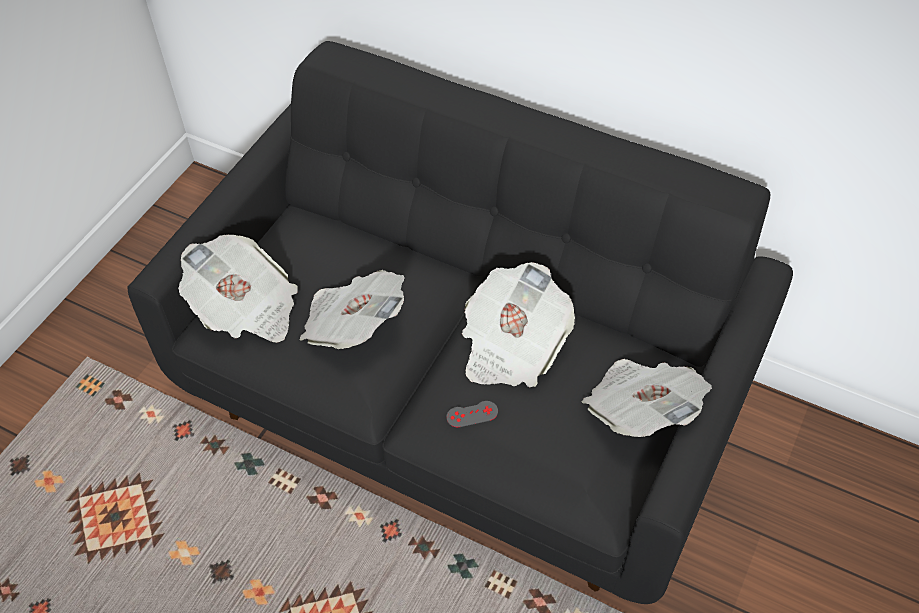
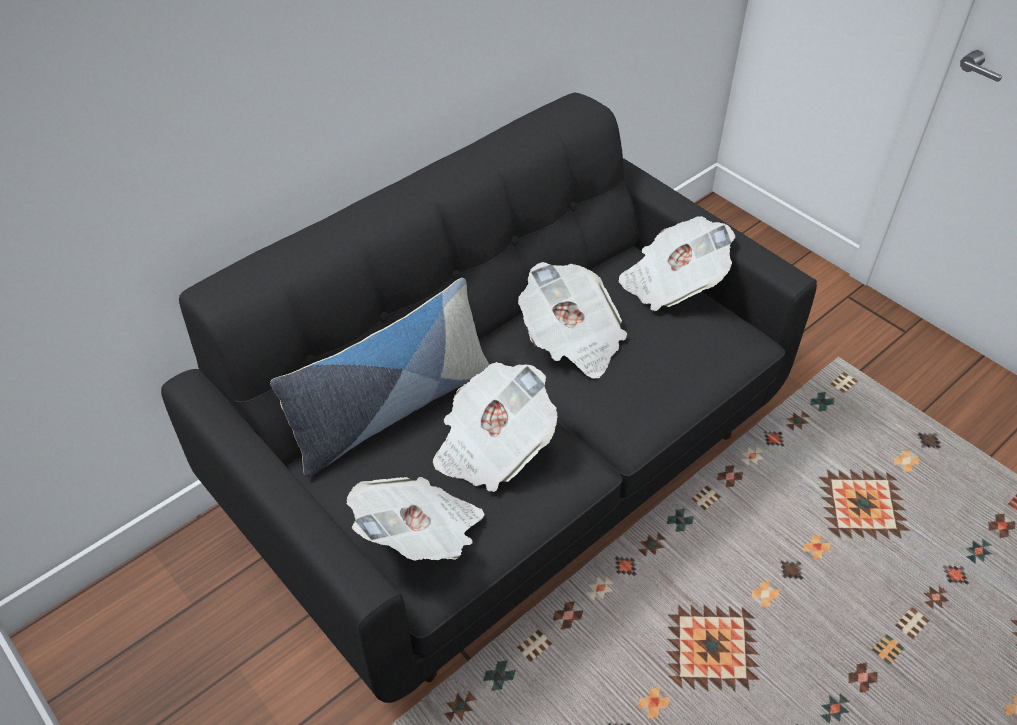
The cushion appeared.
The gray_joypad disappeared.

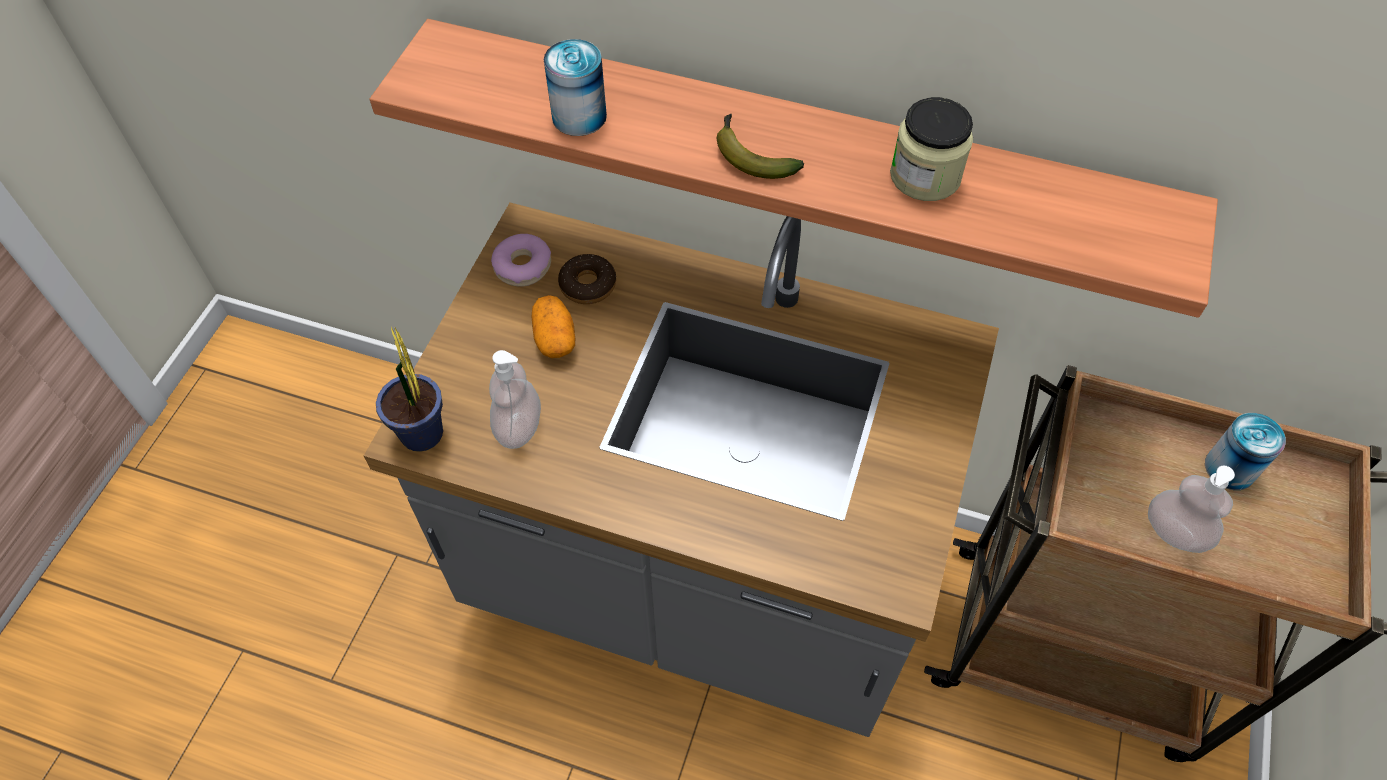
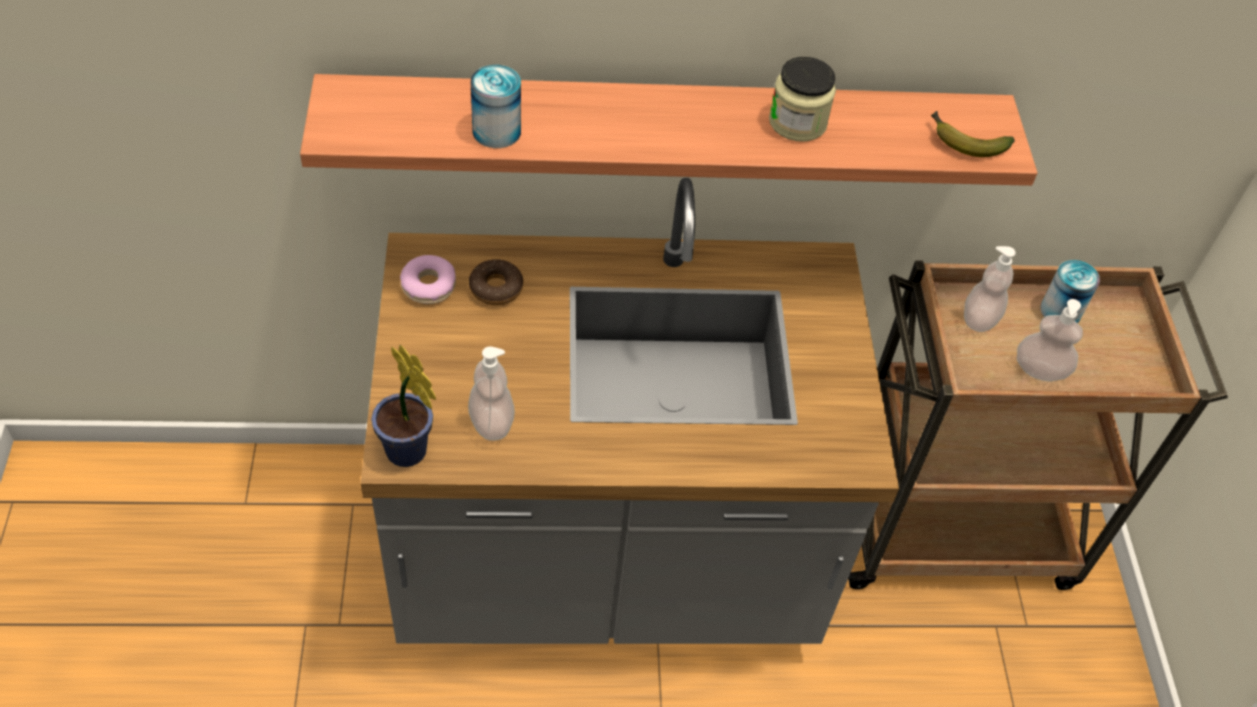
The banana_fruit moved.
The soap_bottle (2nd from left) appeared.
The potato disappeared.

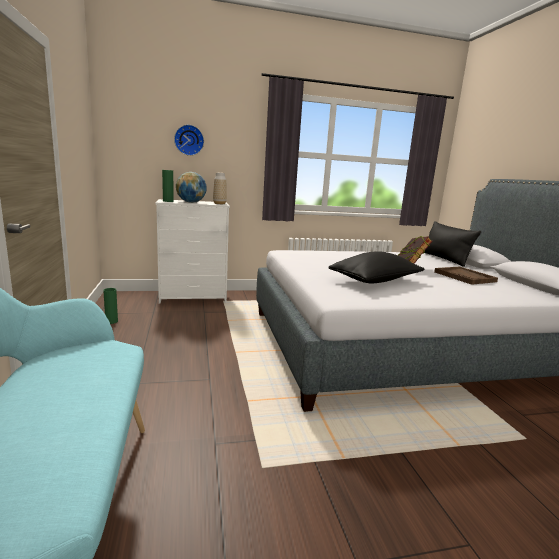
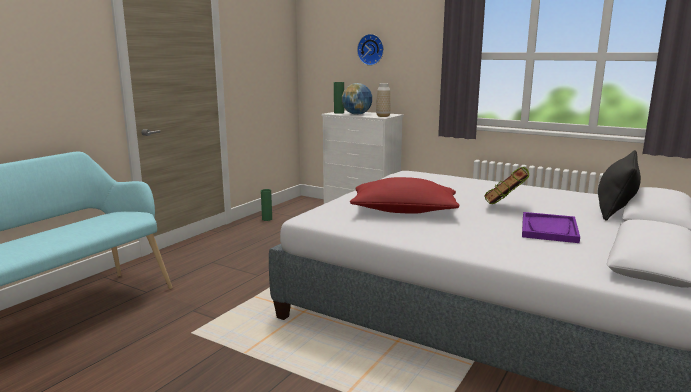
The blackish_cushion (1st from left) became the red-coloured_cushion.
The brown_carrying_tray became the purple_carrying_tray.

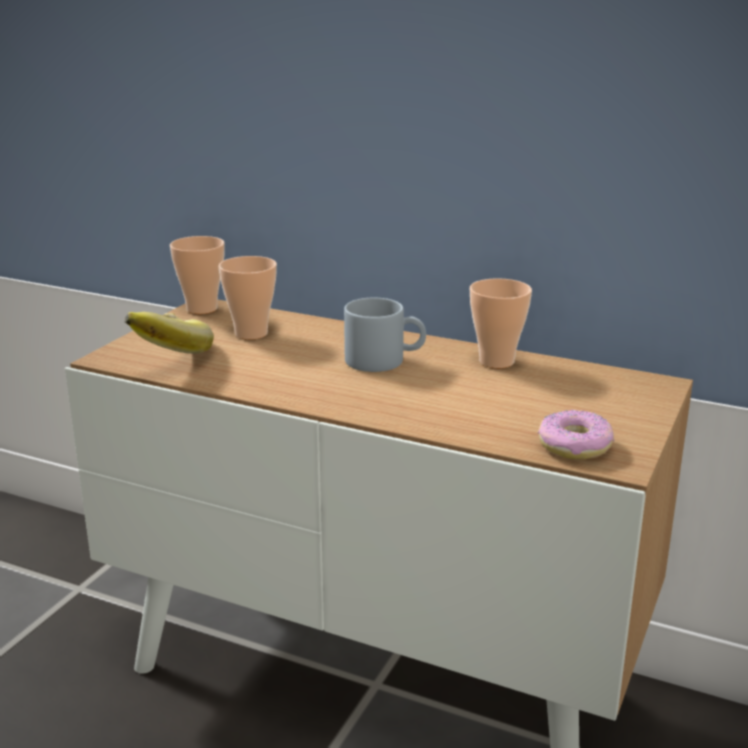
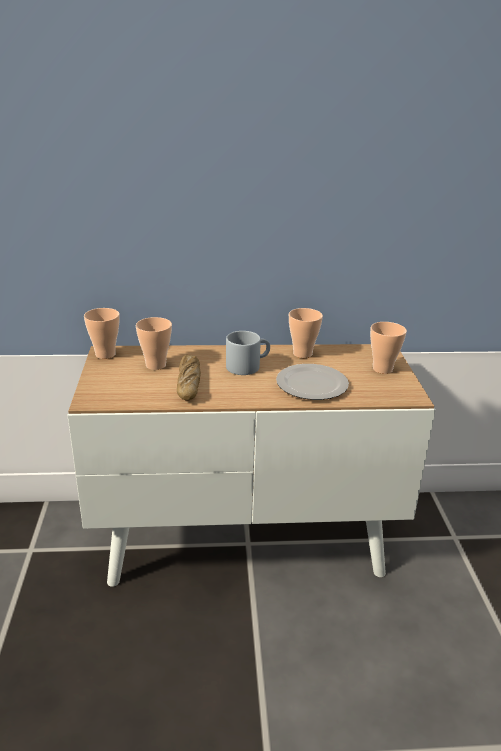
The baked_bread appeared.
The dinner_plate appeared.
The small_cup (4th from left) appeared.
The banana_fruit disappeared.
The donut disappeared.

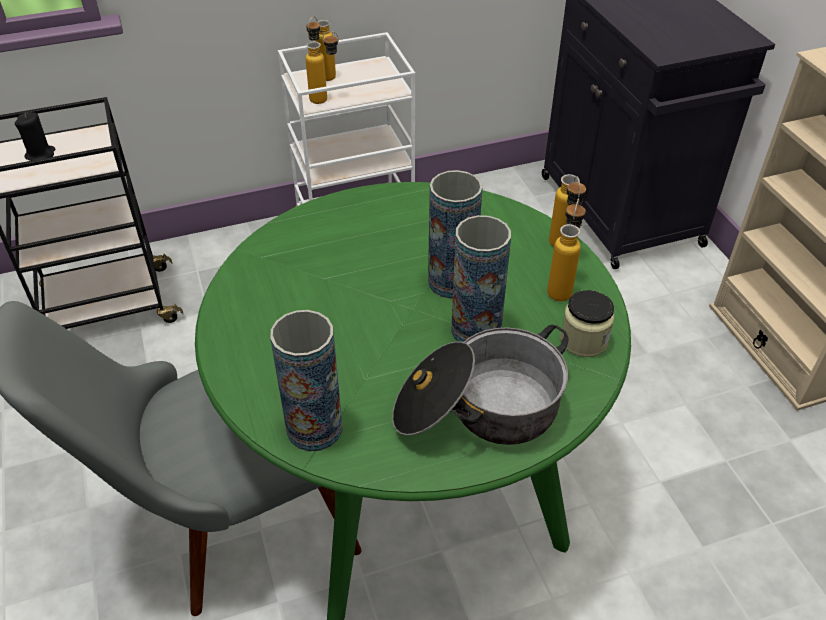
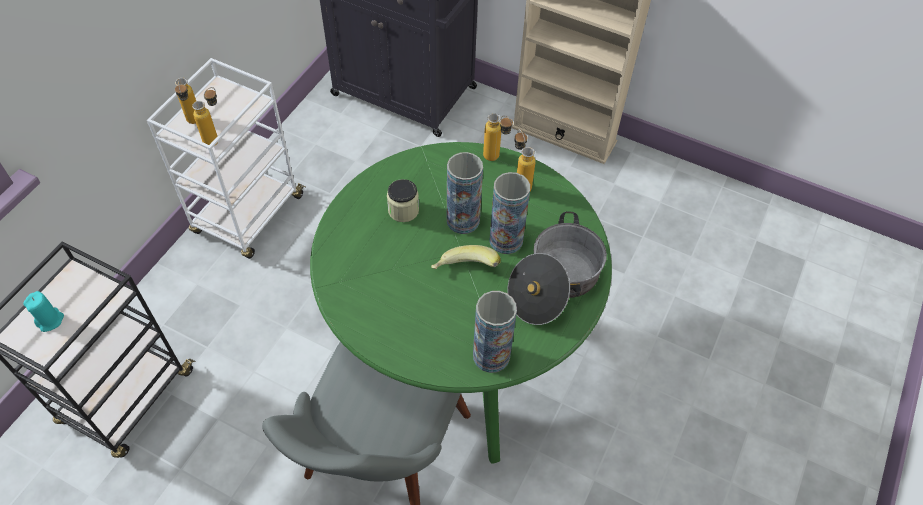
The blackish_wax_candle became the turquoise_wax_candle.
The storage_jar moved.
The banana_fruit appeared.

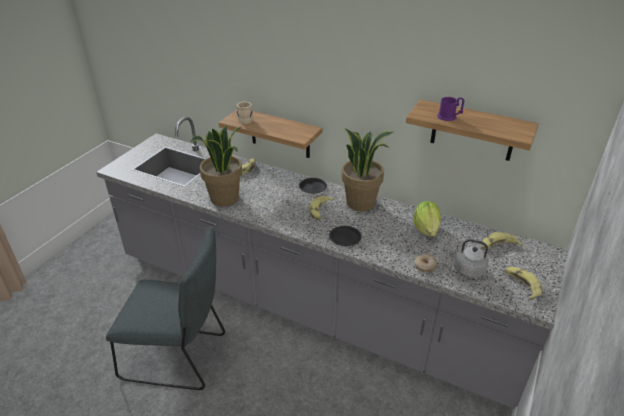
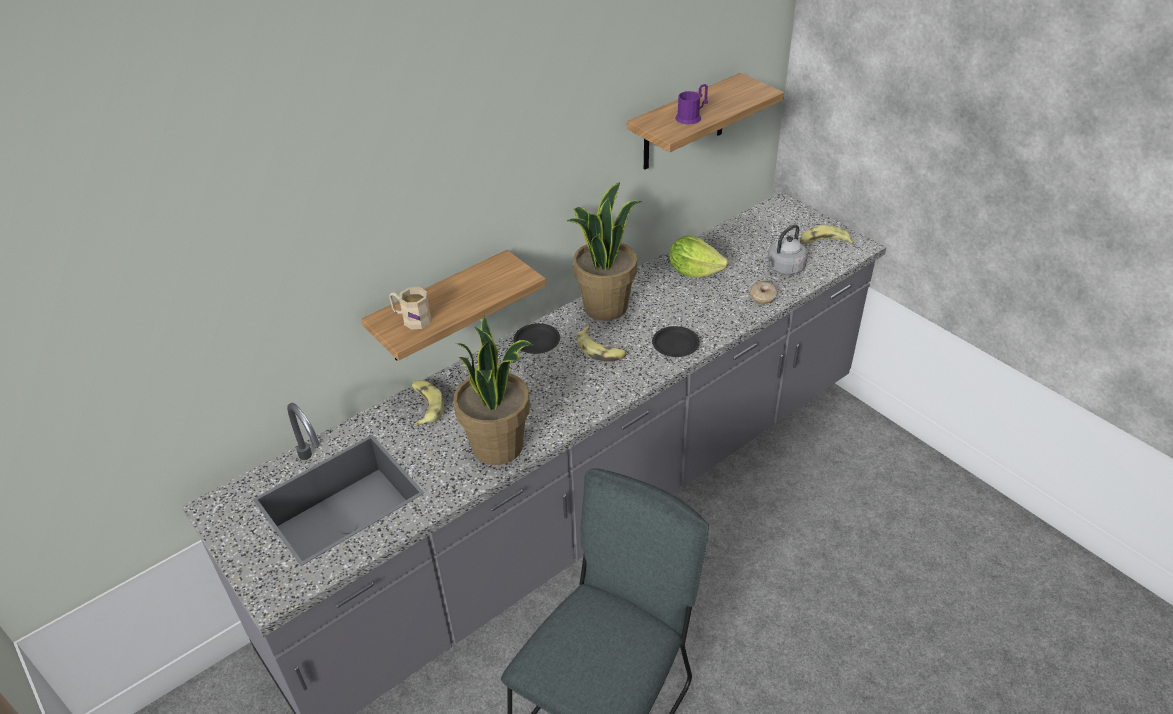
The banana_fruit (3rd from left) disappeared.

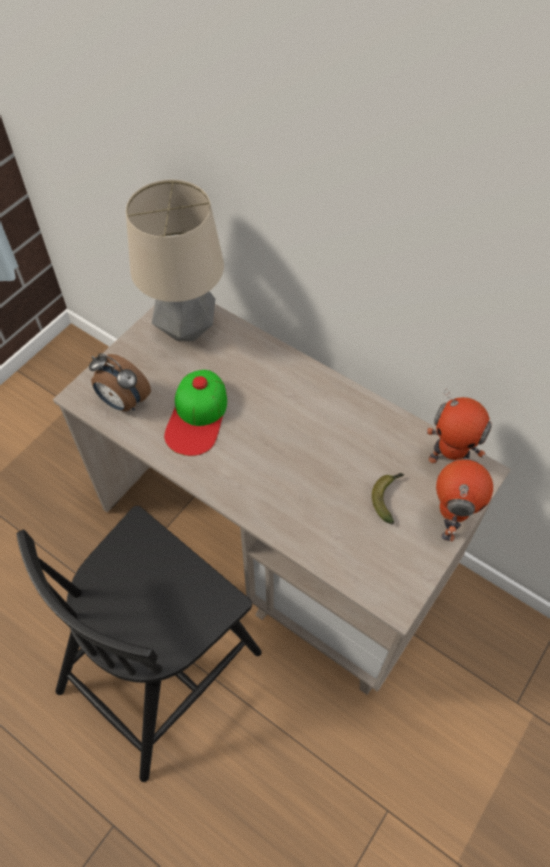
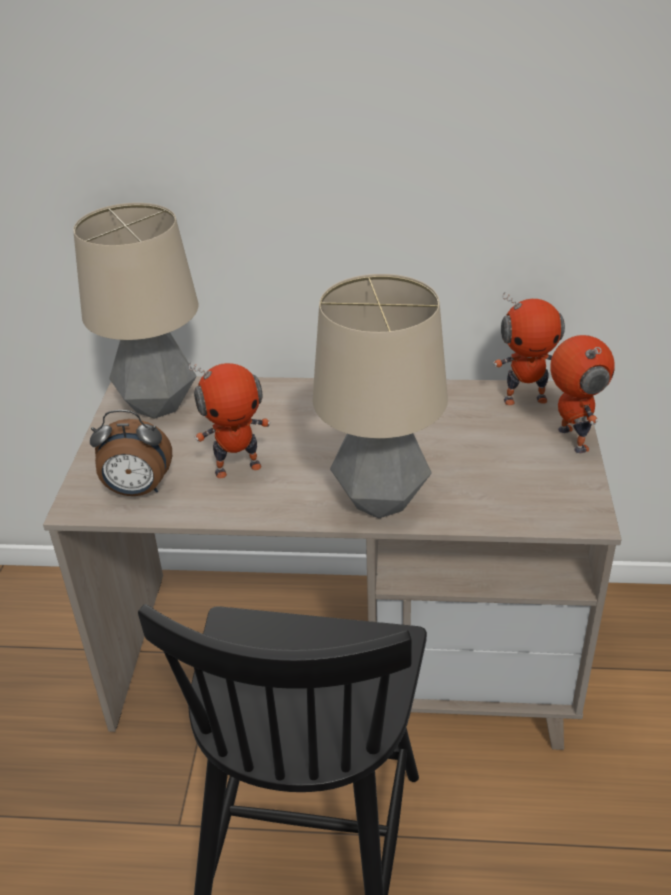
The peaked_cap was replaced by the robot_figure (1st from left).
The table_lamp (2nd from left) appeared.
The banana_fruit disappeared.

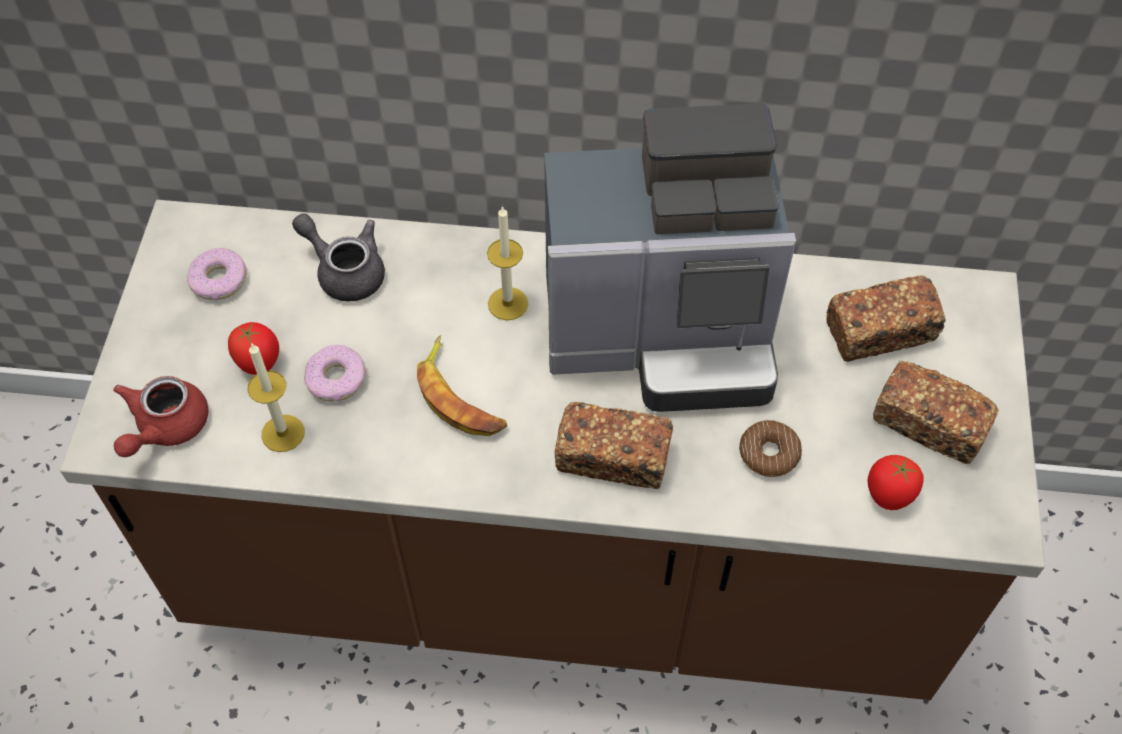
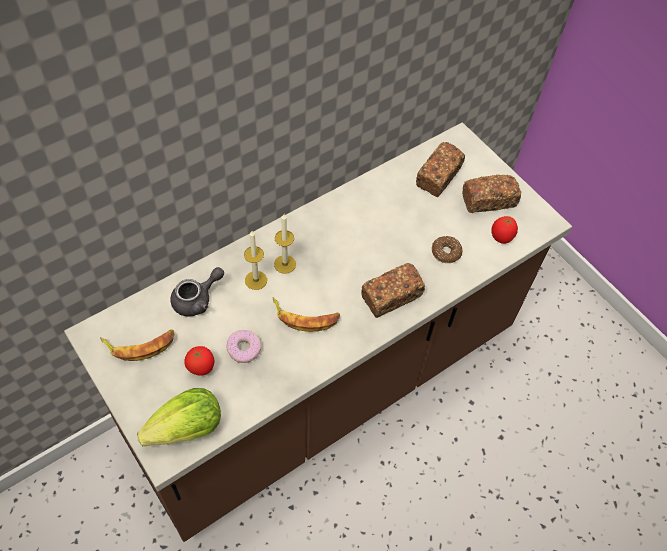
The donut (1st from left) was replaced by the banana_fruit (1st from left).
The red-coloured_pot_for_tea was replaced by the lettuce.
The gray_pot_for_tea turned 150 degrees clockwise.
The wax_candle (1st from left) moved.
The coffee_maker disappeared.

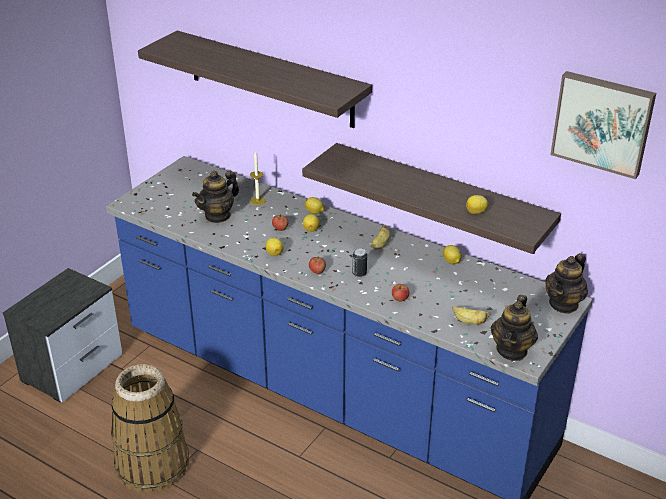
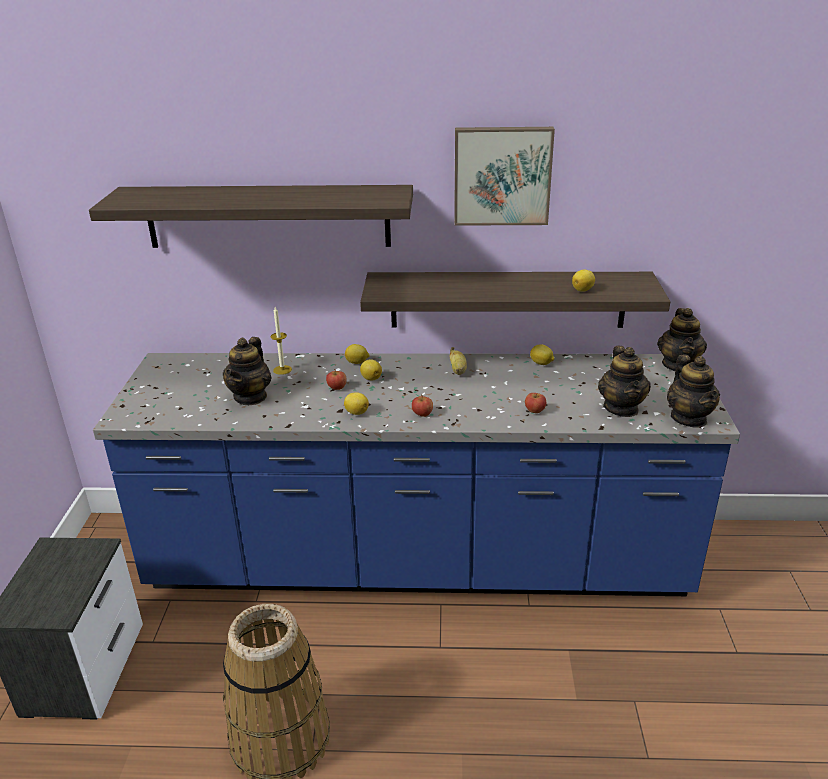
The wall_picture moved.
The banana_fruit (2nd from left) was replaced by the pot_for_tea (2nd from left).
The sealed_can disappeared.

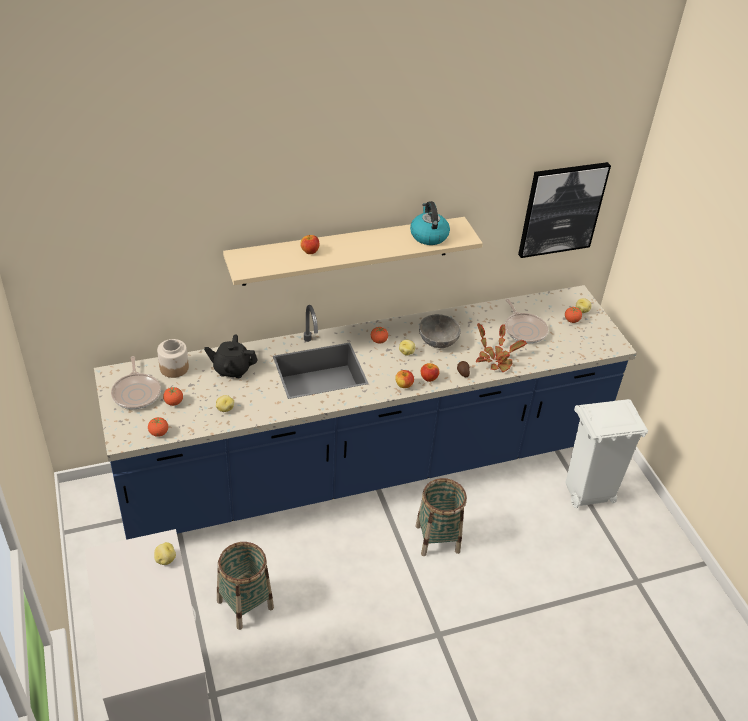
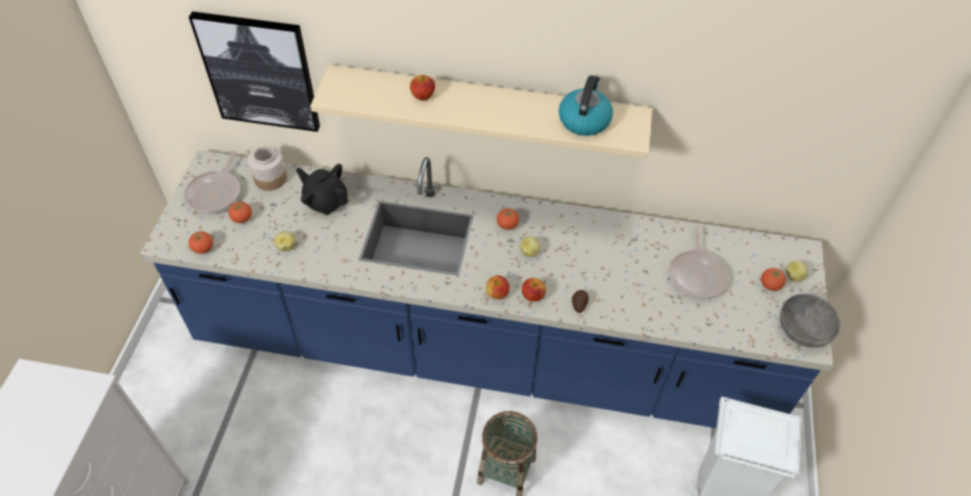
The wall_picture moved.
The gray_bowl moved.
The potato (1st from left) disappeared.
The storage_basket (1st from left) disappeared.
The houseplant disappeared.

